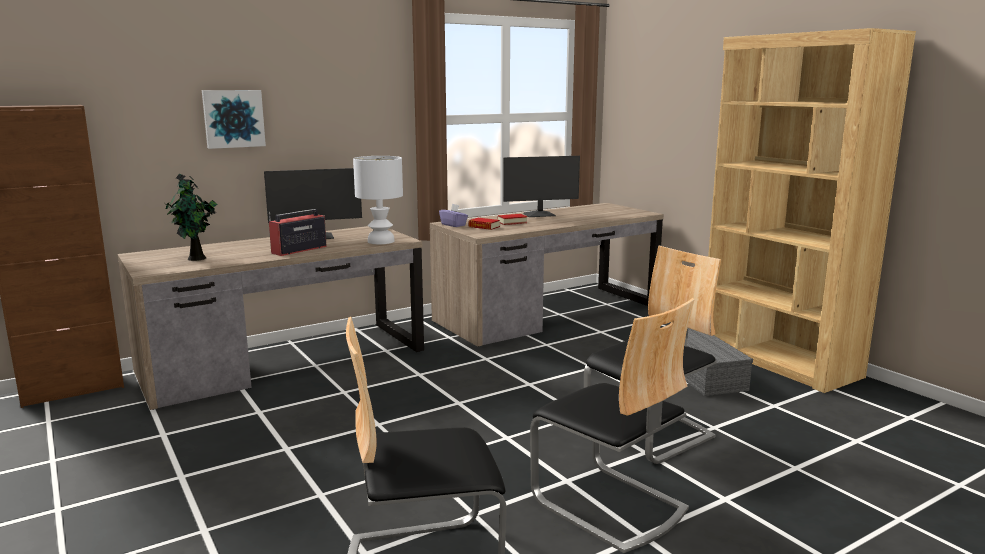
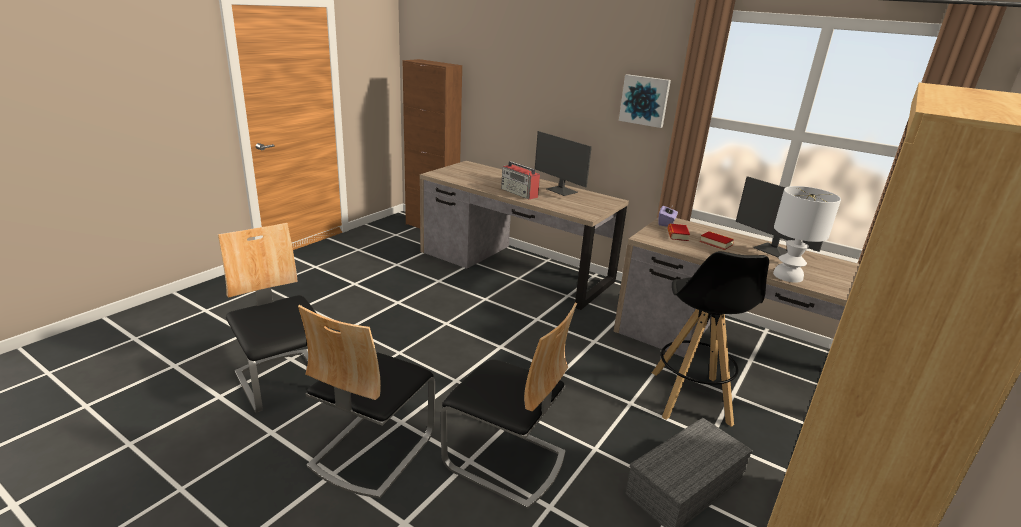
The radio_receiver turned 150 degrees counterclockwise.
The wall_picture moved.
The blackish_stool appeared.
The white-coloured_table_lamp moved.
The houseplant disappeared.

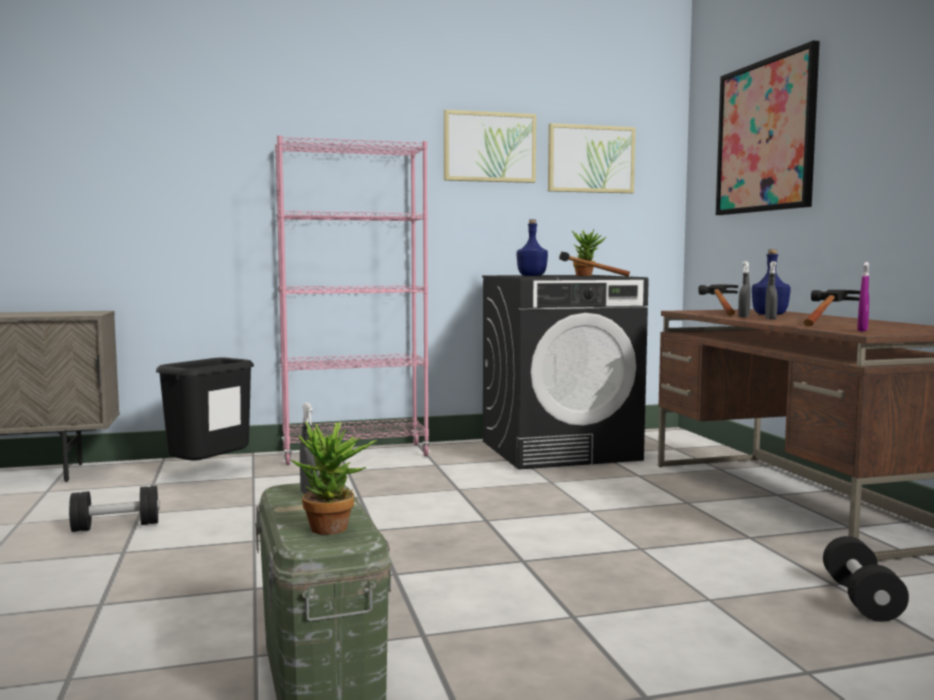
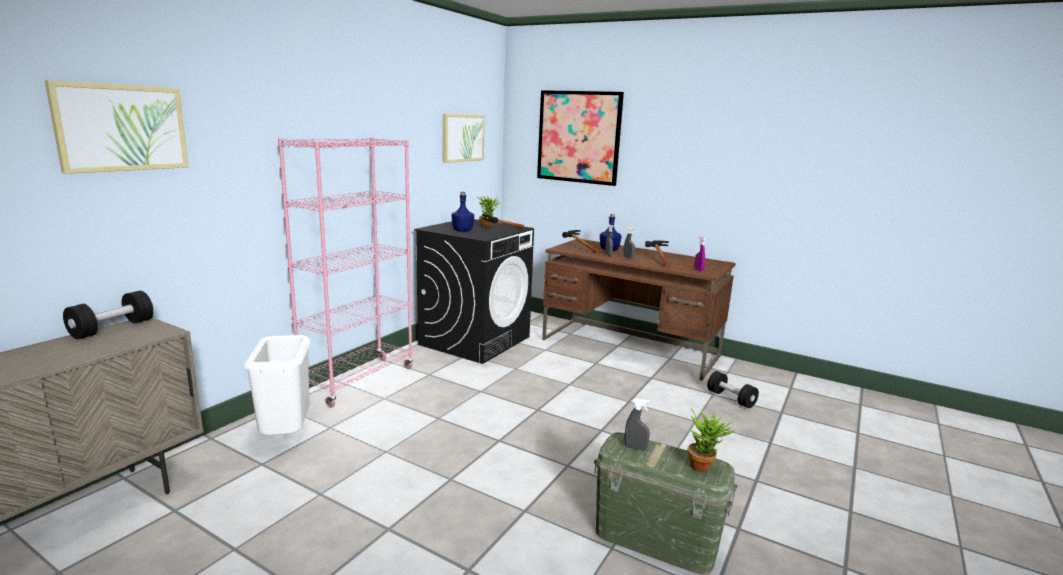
The wall_picture (1st from left) moved.
The blackish_free_weight (1st from left) moved.
The blackish_trash_can became the white-coloured_trash_can.

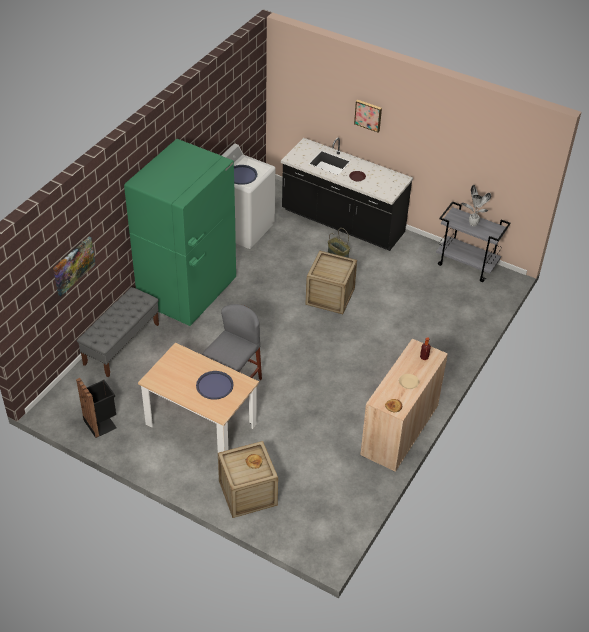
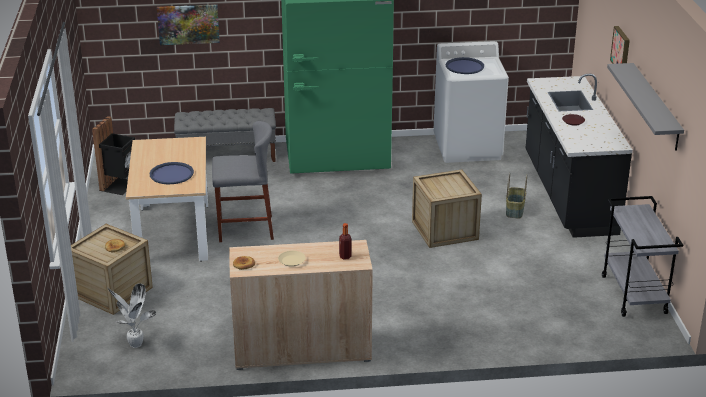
The houseplant moved.
The gray_shelf appeared.

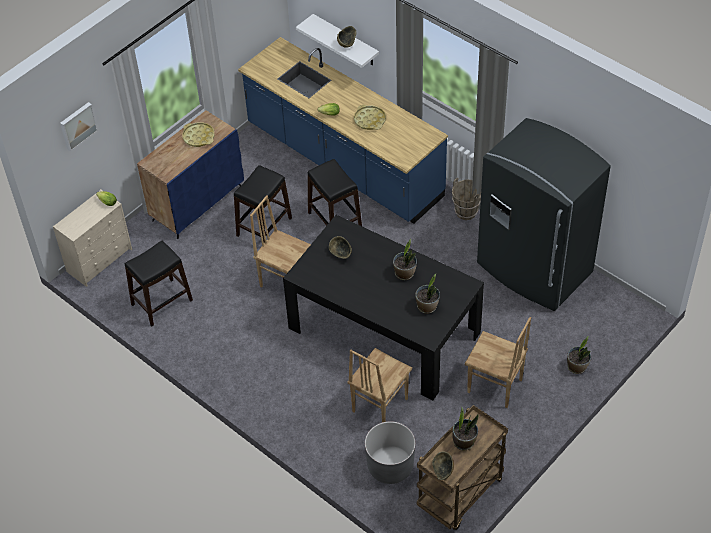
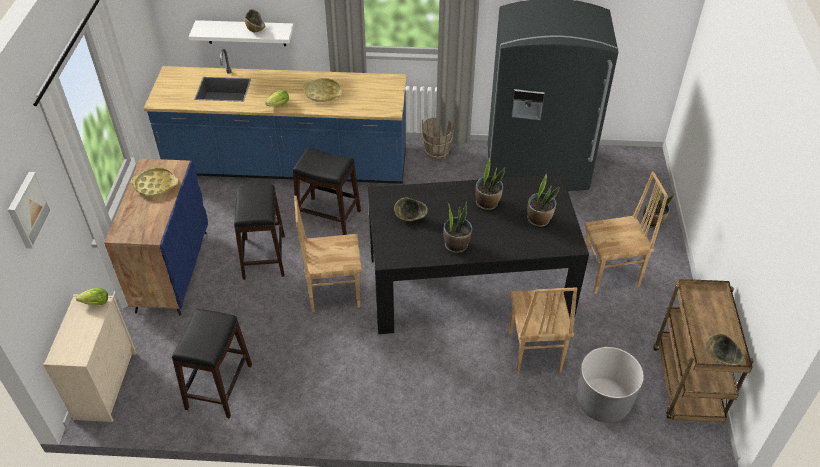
The houseplant (3rd from left in the first image) moved.

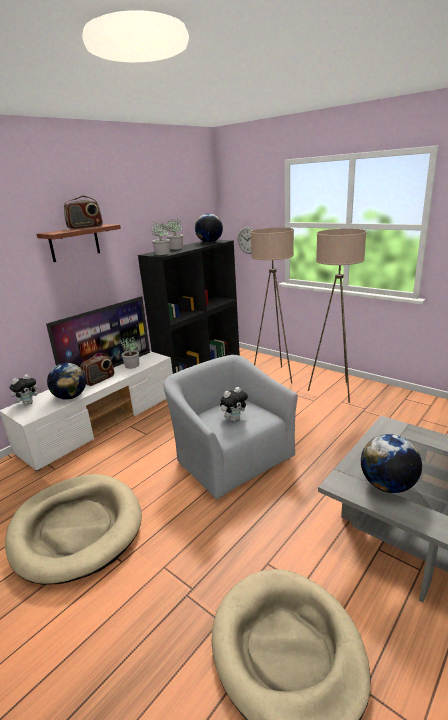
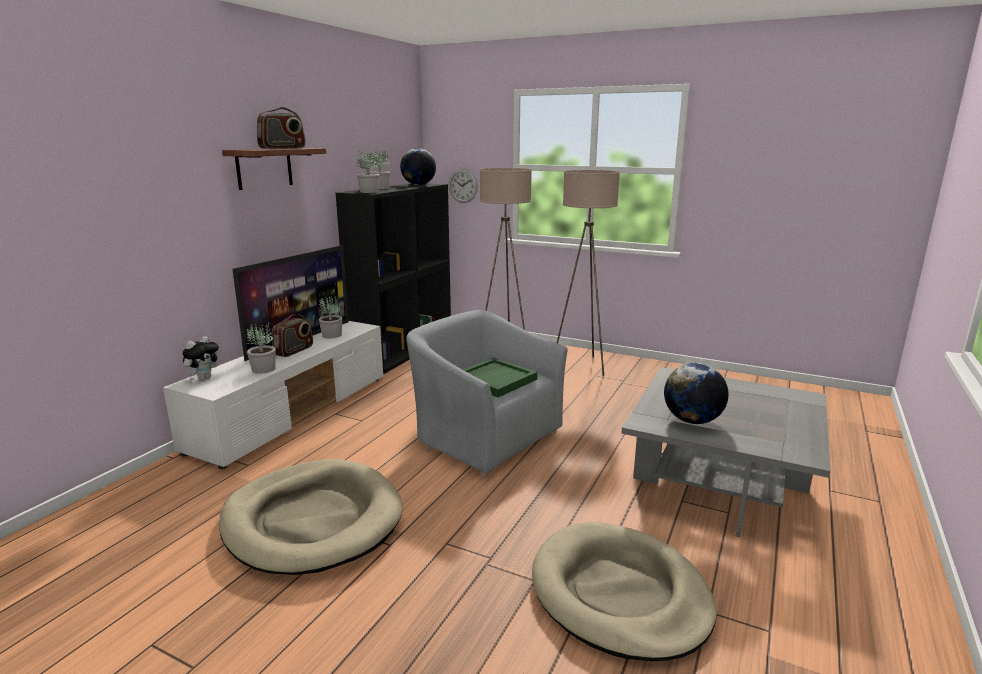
The globe (1st from left) was replaced by the houseplant (1st from left).
The plush_toy (2nd from left) was replaced by the green-coloured_carrying_tray.

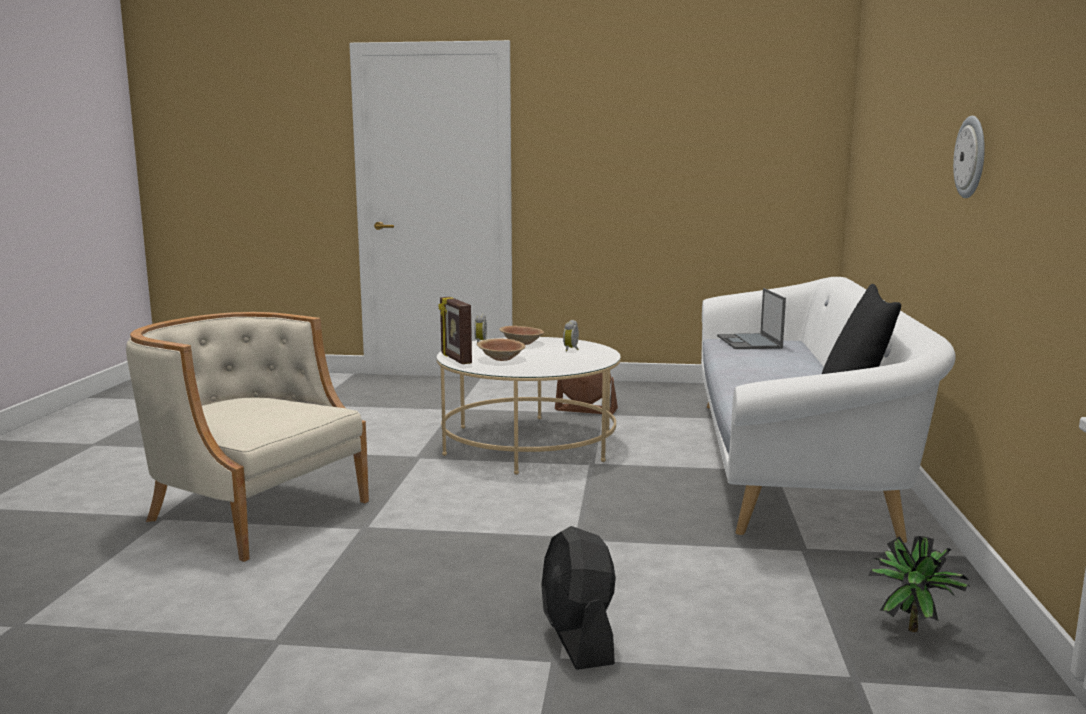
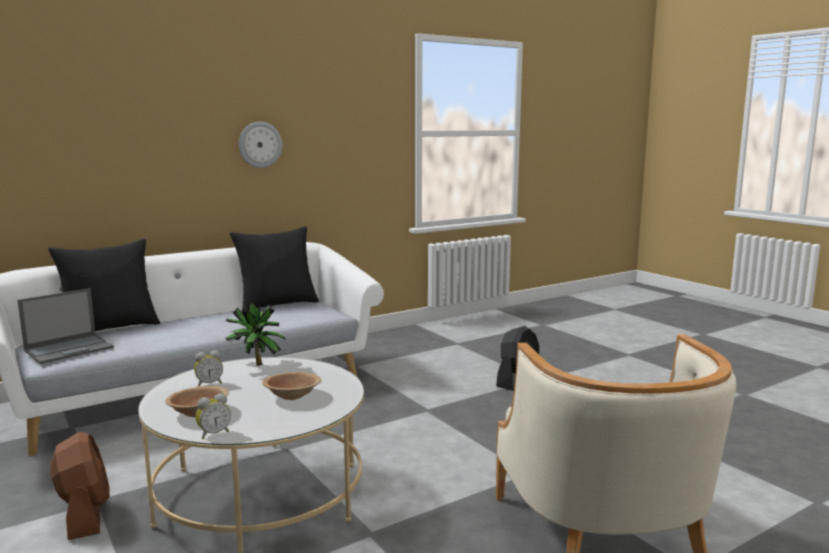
The blackish_cushion (1st from left) appeared.
The houseplant moved.
The standing_frame disappeared.

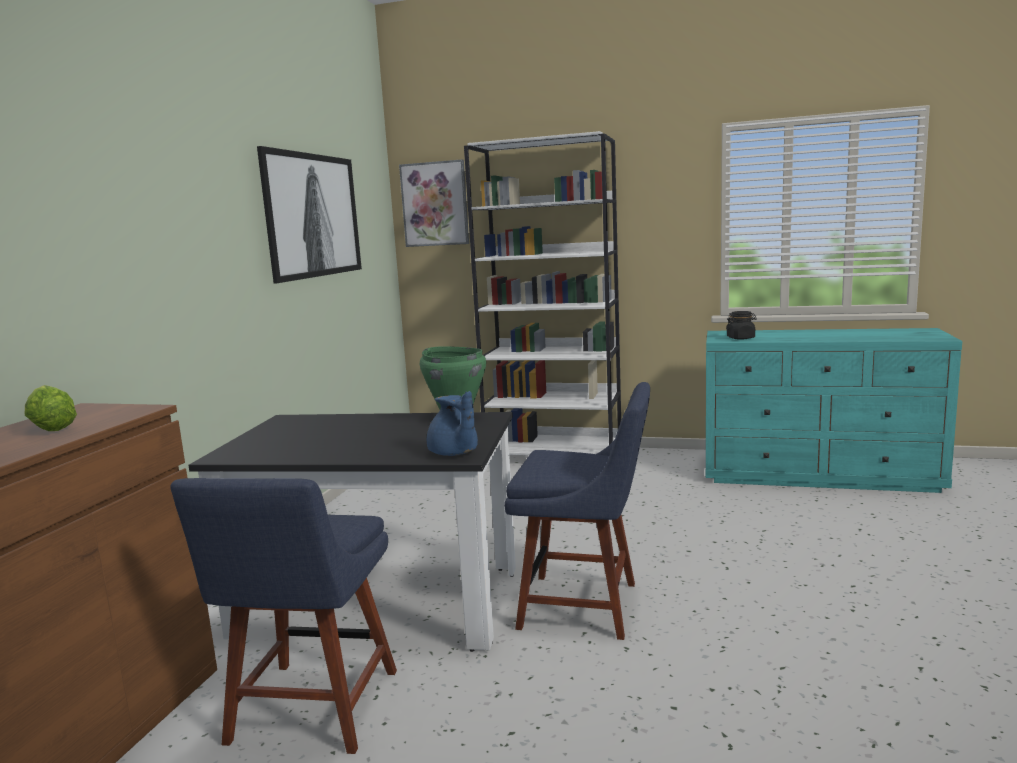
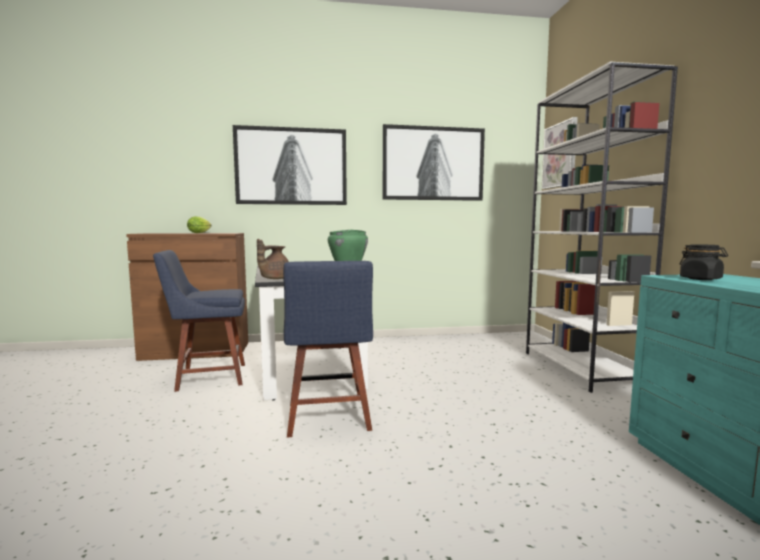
The wall_picture (1st from left) appeared.
The blue_pot_for_tea became the brown_pot_for_tea.

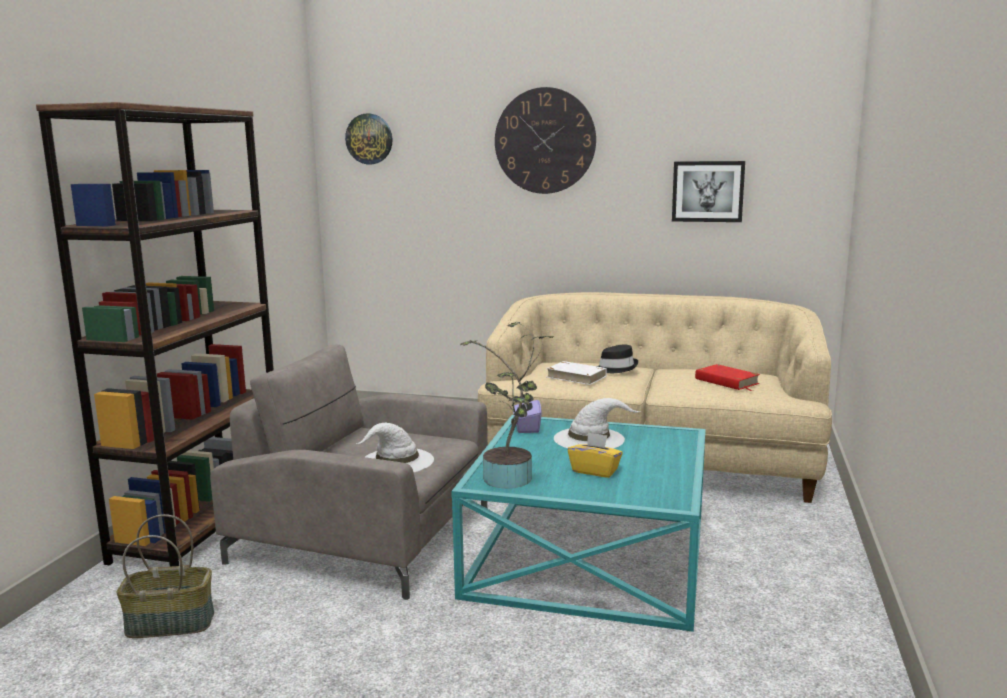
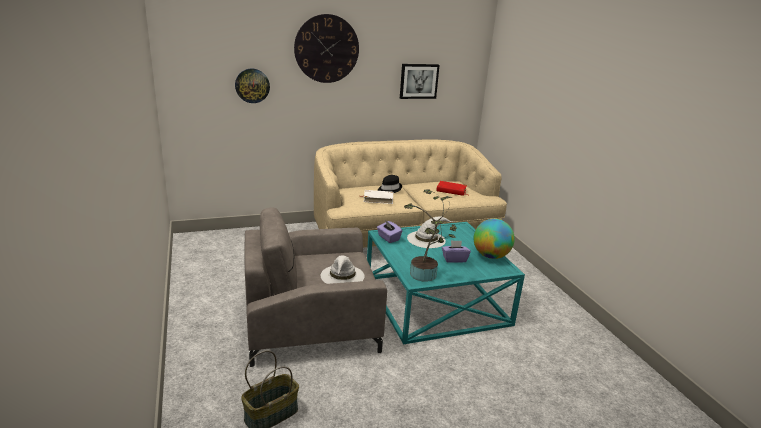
The hanging_clock (1st from left) moved.
The yellow_box_of_tissues became the purple_box_of_tissues (2nd from left).
The globe appeared.
The brown_bookcase disappeared.

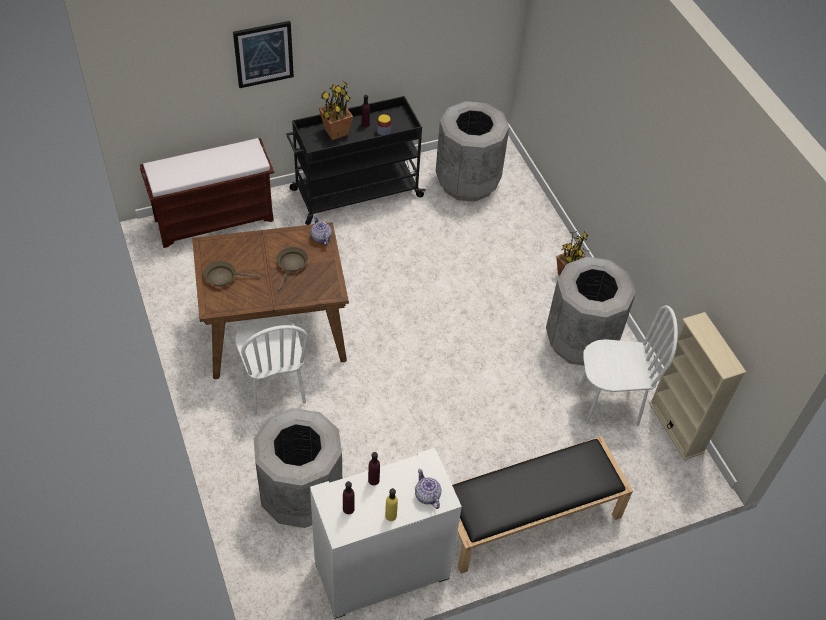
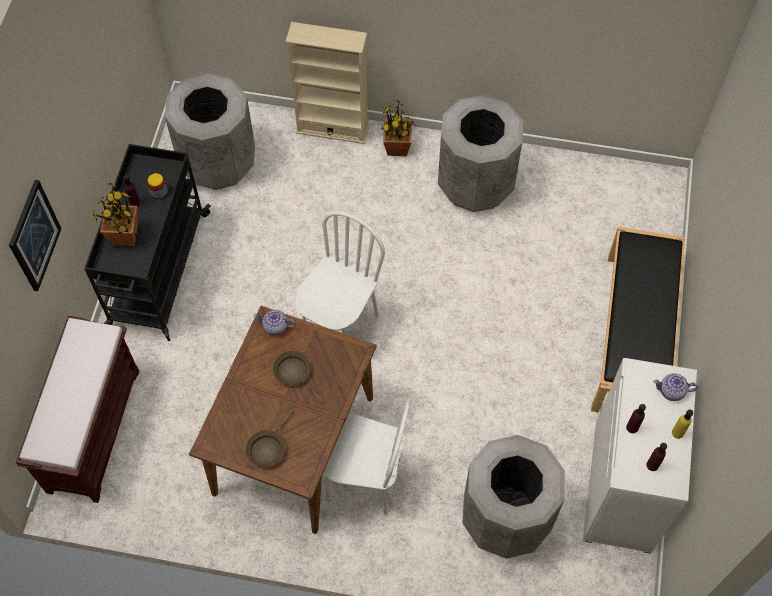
The beige-coloured_bookcase moved.
The white-coloured_upright_chair (2nd from left in the first image) moved.

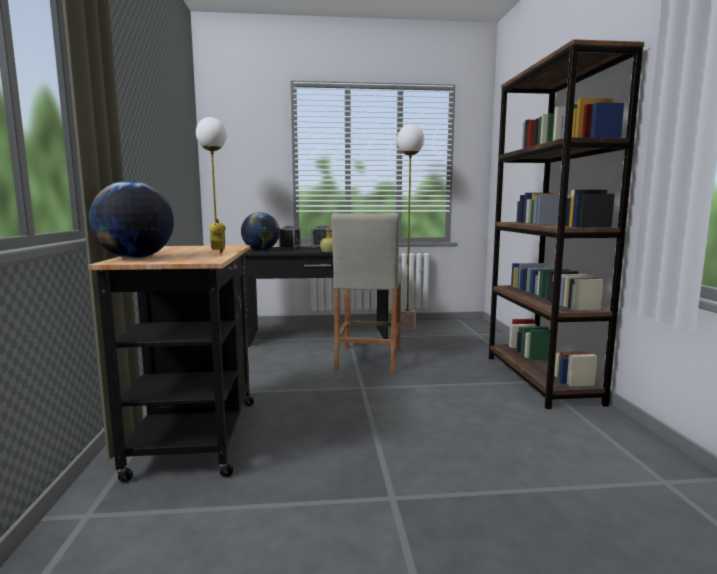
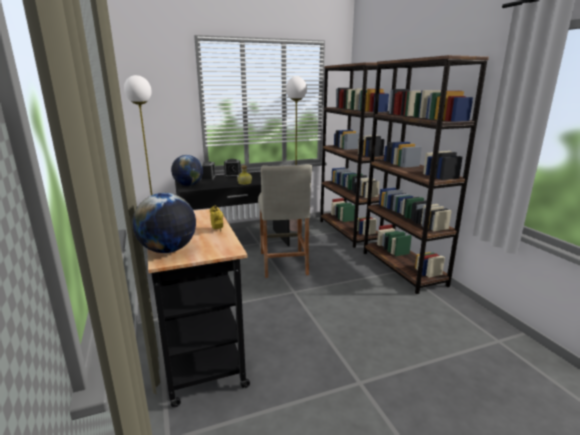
The brown_bookcase (1st from left) appeared.

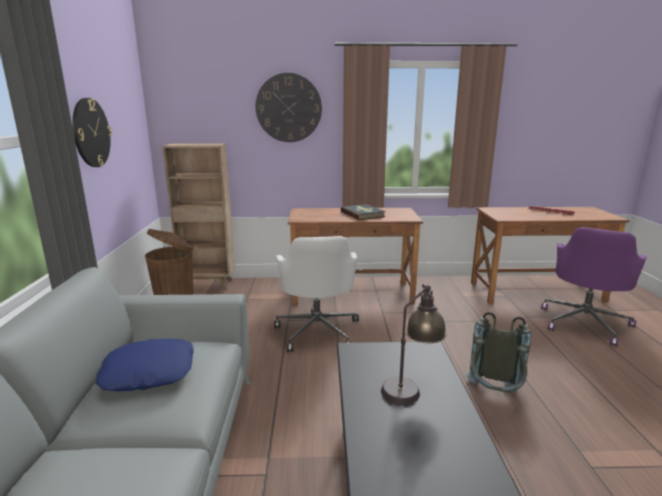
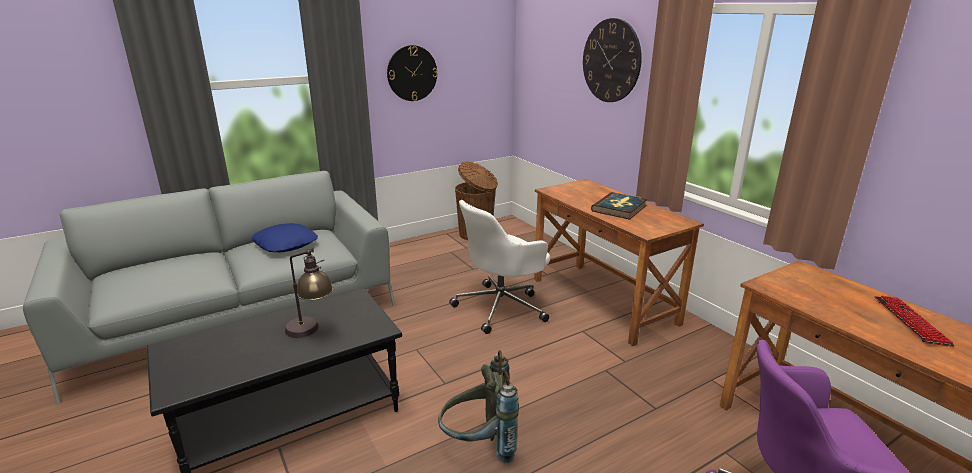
The brown_bookcase disappeared.

